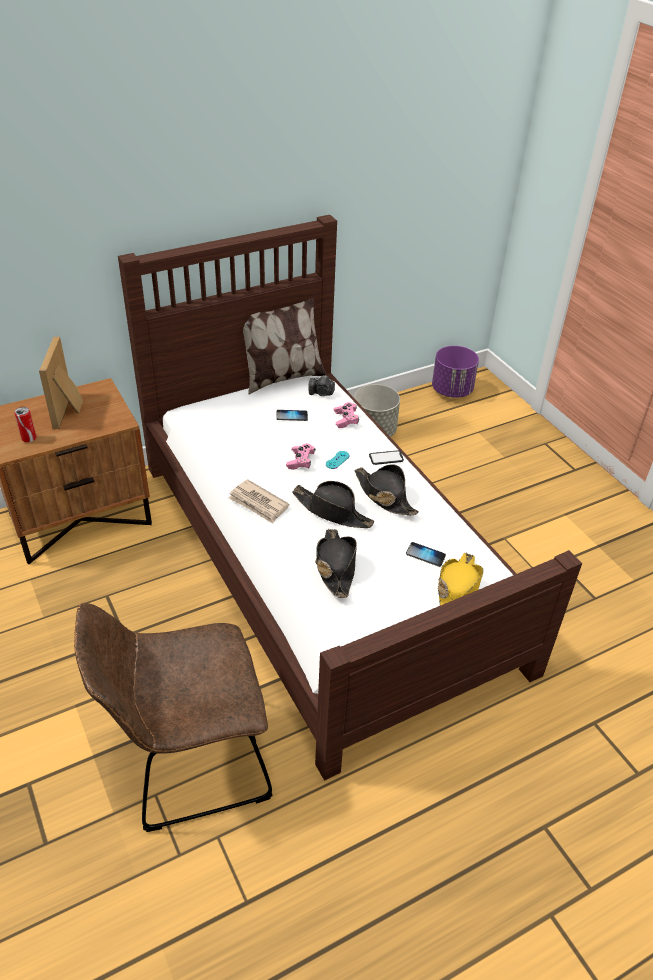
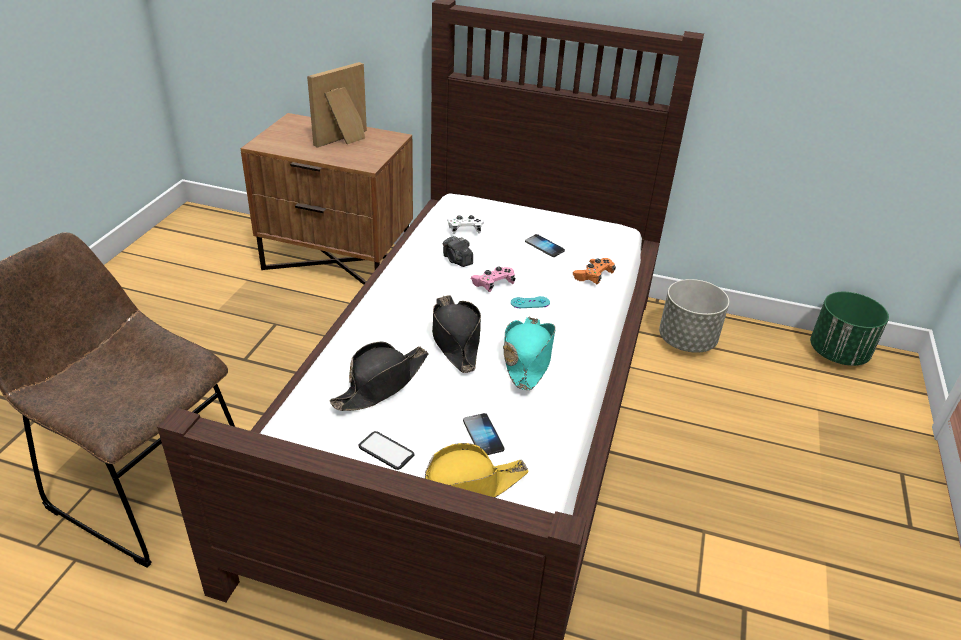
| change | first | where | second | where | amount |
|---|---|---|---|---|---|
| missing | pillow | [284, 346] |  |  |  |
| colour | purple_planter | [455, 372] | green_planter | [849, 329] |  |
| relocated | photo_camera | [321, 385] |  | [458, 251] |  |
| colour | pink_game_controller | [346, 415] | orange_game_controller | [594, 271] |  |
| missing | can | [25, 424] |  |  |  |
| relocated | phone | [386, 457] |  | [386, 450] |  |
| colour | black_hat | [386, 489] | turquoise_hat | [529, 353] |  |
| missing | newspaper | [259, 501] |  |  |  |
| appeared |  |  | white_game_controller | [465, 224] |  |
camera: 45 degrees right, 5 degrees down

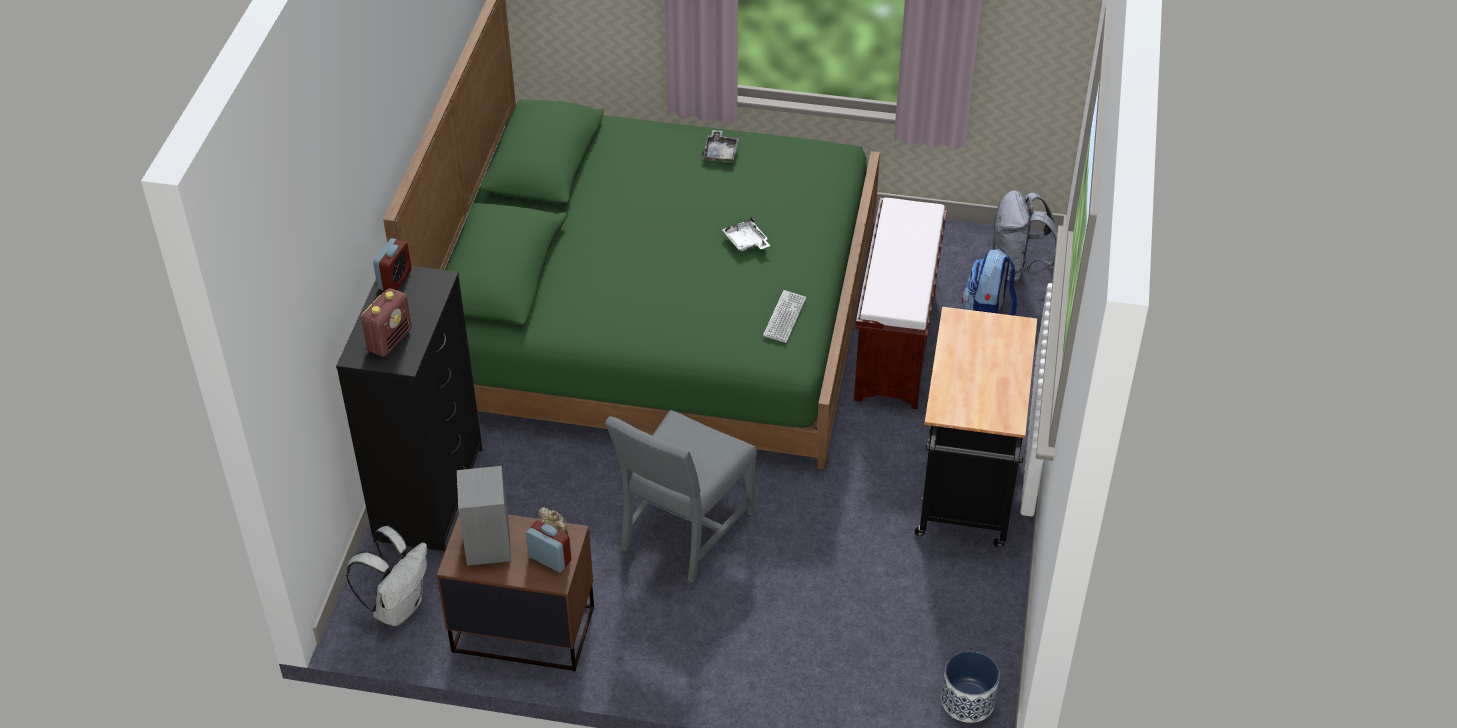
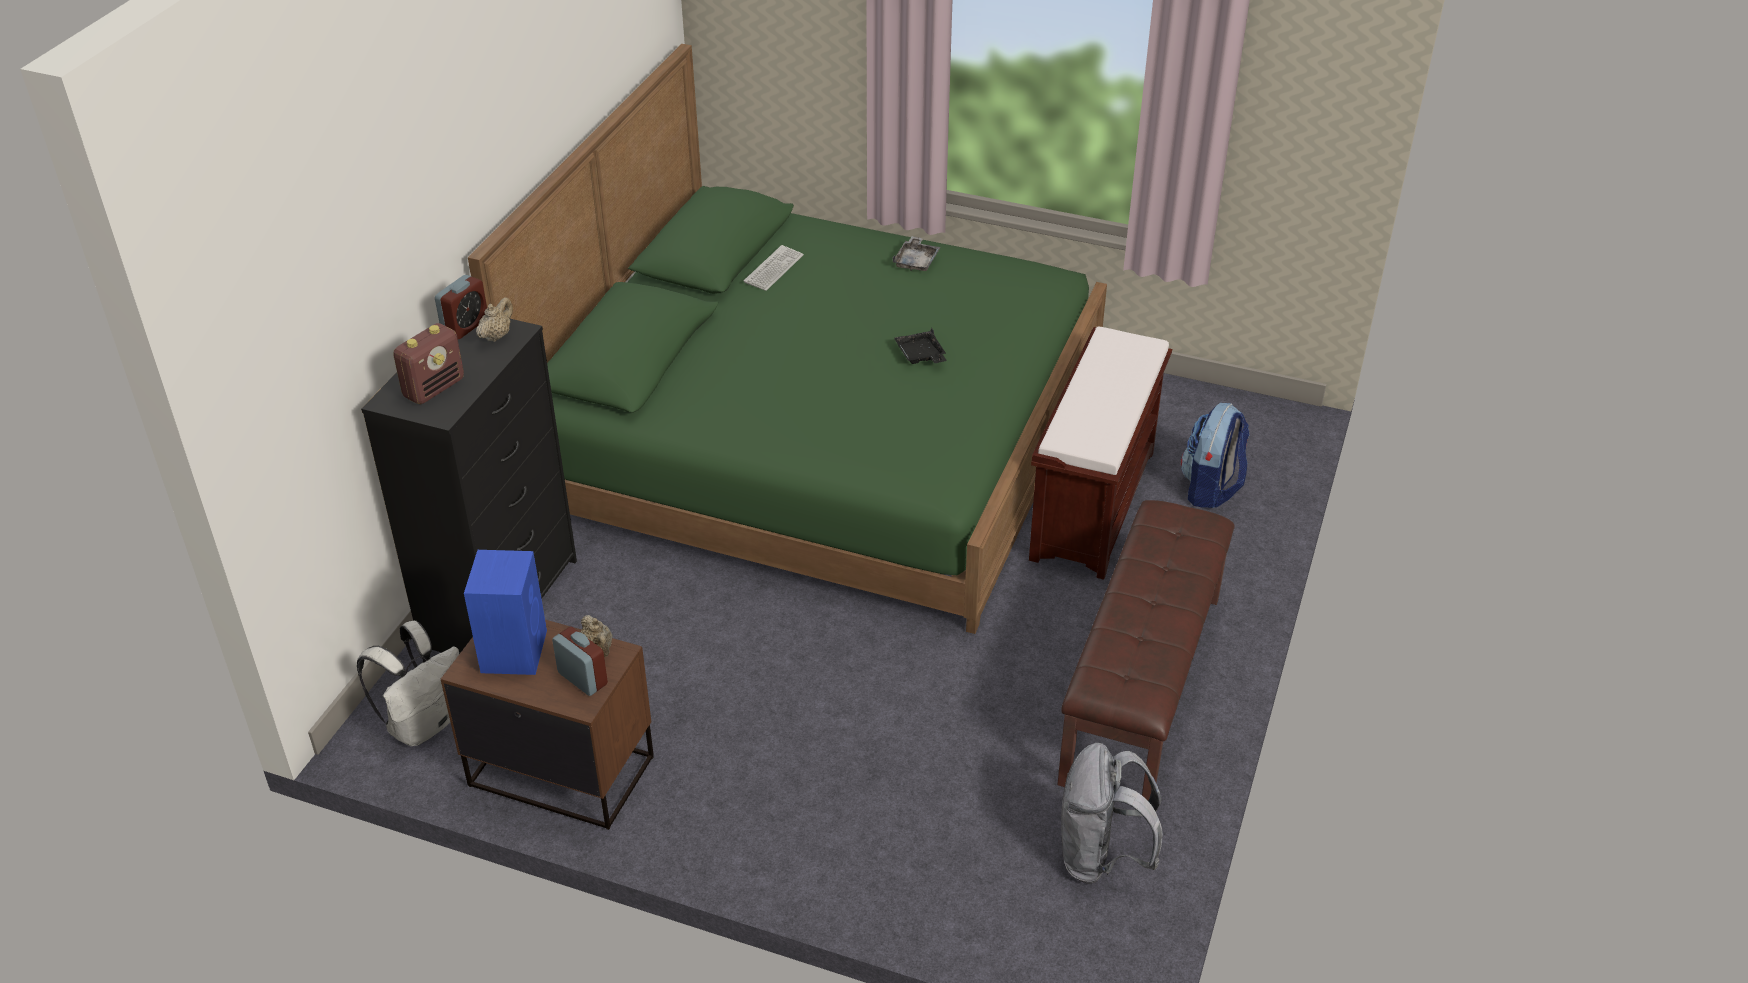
| change | first | where | second | where | amount |
|---|---|---|---|---|---|
| relocated | grey_backpack | [1024, 236] |  | [1112, 813] |  |
| colour | white_tray | [746, 234] | black_tray | [920, 346] |  |
| relocated | keyboard | [784, 316] |  | [774, 268] |  |
| exchanged | black_cart | [976, 427] | brown_bench | [1146, 650] |  |
| missing | grey_chair | [681, 496] |  |  |  |
| colour | grey_speaker | [484, 516] | blue_speaker | [505, 612] |  |
| missing | planter | [970, 687] |  |  |  |
| appeared |  |  | beige_teapot | [494, 319] |  |
camera: 10 degrees right, 5 degrees down

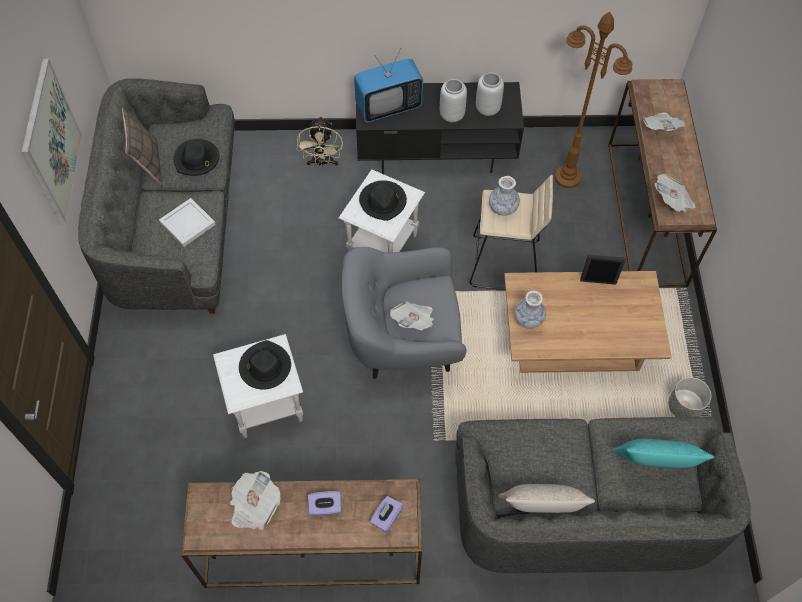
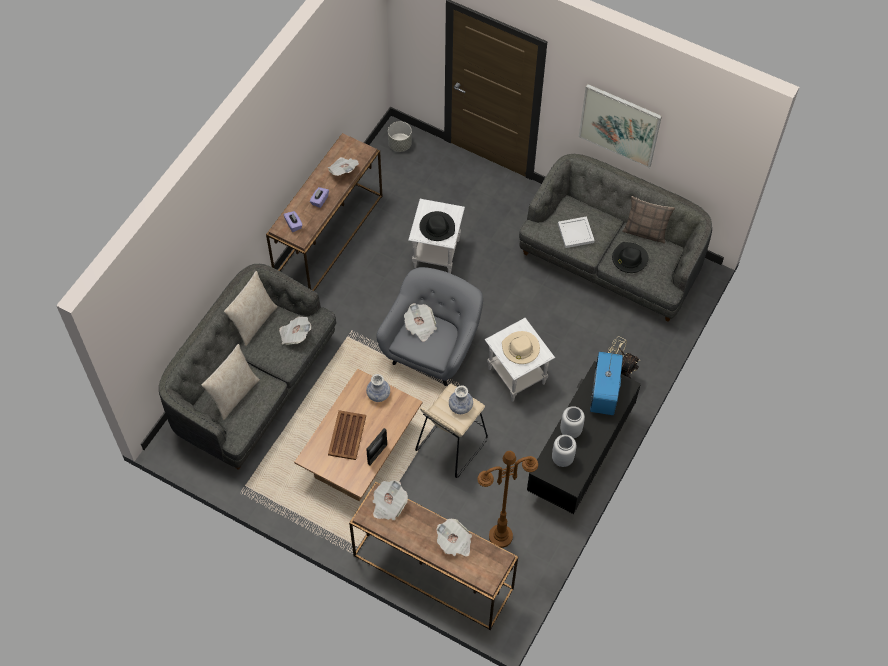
| change | first | where | second | where | amount |
|---|---|---|---|---|---|
| colour | black_hat | [383, 200] | beige_hat | [521, 347] |  |
| relocated | grey_planter | [689, 397] |  | [400, 136] |  |
| colour | turquoise_pillow | [662, 453] | beige_pillow | [230, 382] |  |
| appeared |  |  | newspaper | [295, 330] |  |
| appeared |  |  | brown_tray | [347, 435] |  |
camera: 120 degrees right, 0 degrees up

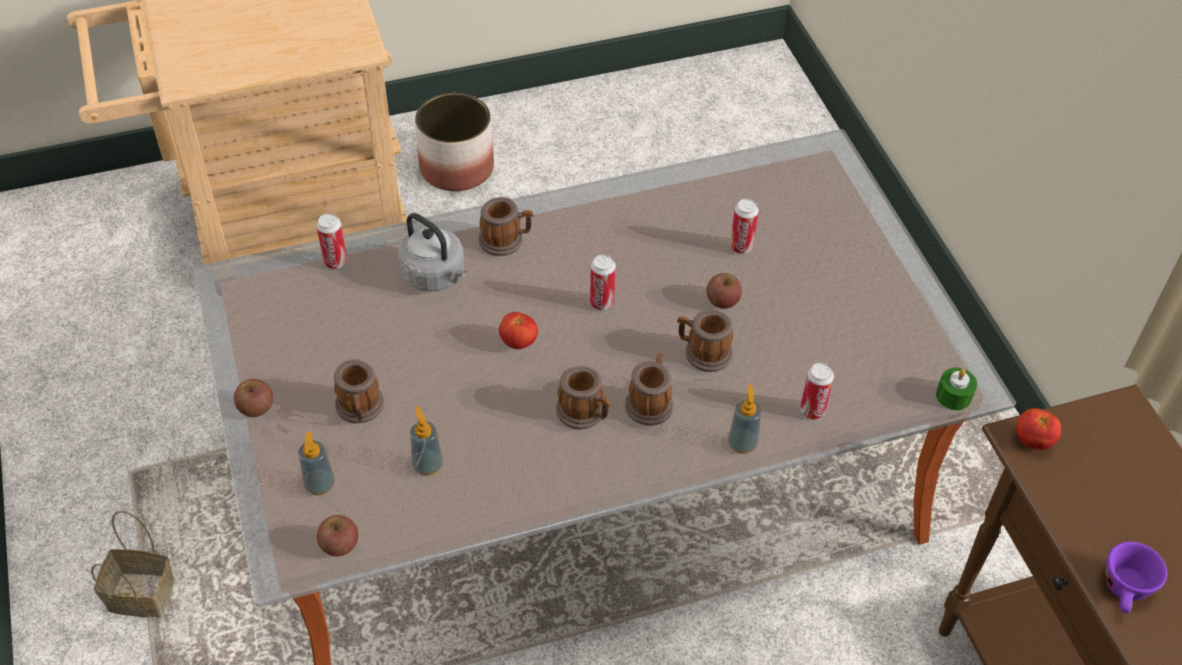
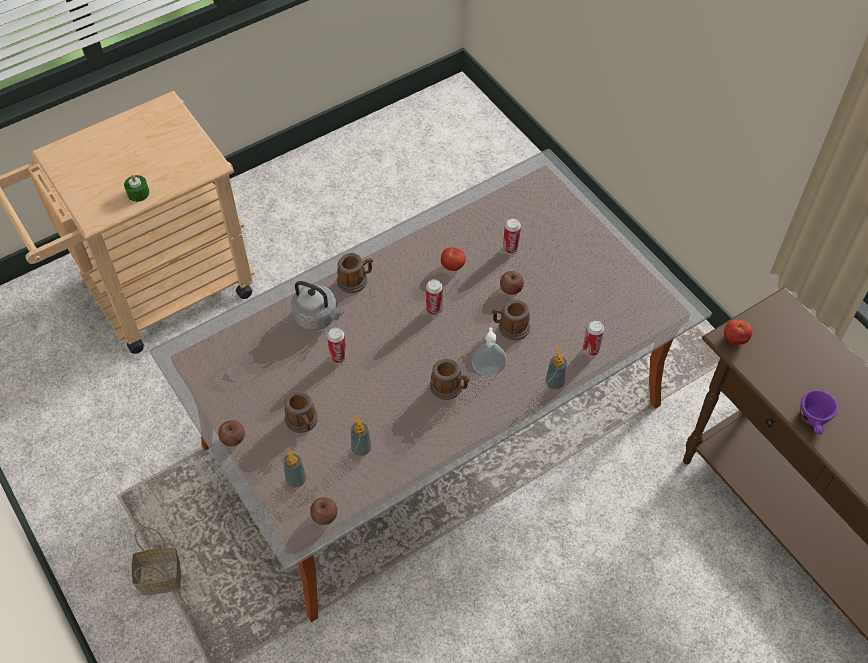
| change | first | where | second | where | amount |
|---|---|---|---|---|---|
| missing | planter | [454, 142] |  |  |  |
| relocated | can | [332, 241] |  | [337, 345] |  |
| relocated | tomato | [518, 330] |  | [453, 259] |  |
| exchanged | mug | [649, 389] | soap_dispenser | [489, 351] |  |
| relocated | green_candle | [956, 389] |  | [137, 188] |  |
camera: 15 degrees left, 5 degrees up

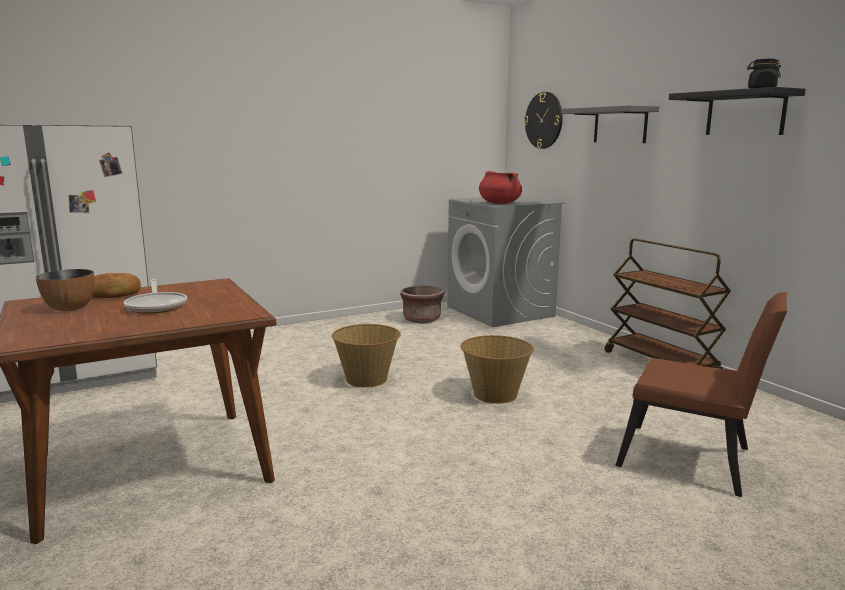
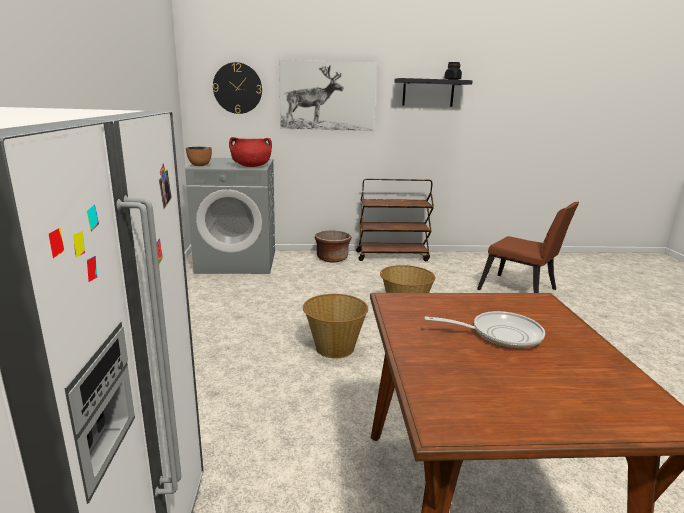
| change | first | where | second | where | amount |
|---|---|---|---|---|---|
| exchanged | grey_shelf | [610, 124] | picture | [328, 95] |  |
| relocated | bowl | [65, 290] |  | [199, 156] |  |
| missing | bread | [116, 285] |  |  |  |
| relocated | brown_planter | [422, 304] |  | [333, 246] |  |
| spun | brown_chair | [701, 394] |  | [528, 247] | 75 degrees clockwise |
camera: 65 degrees left, 5 degrees up

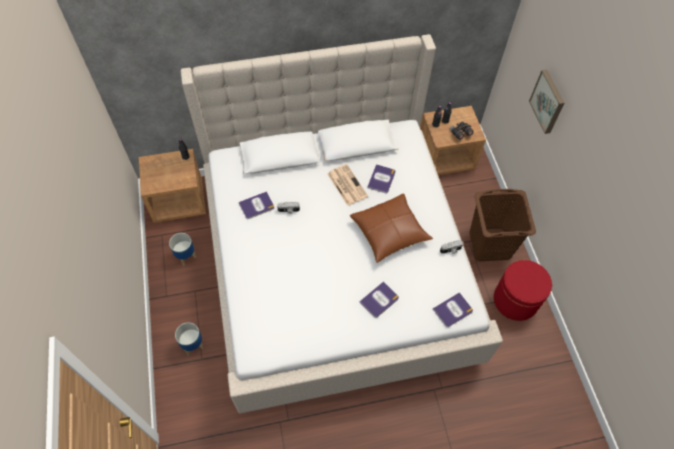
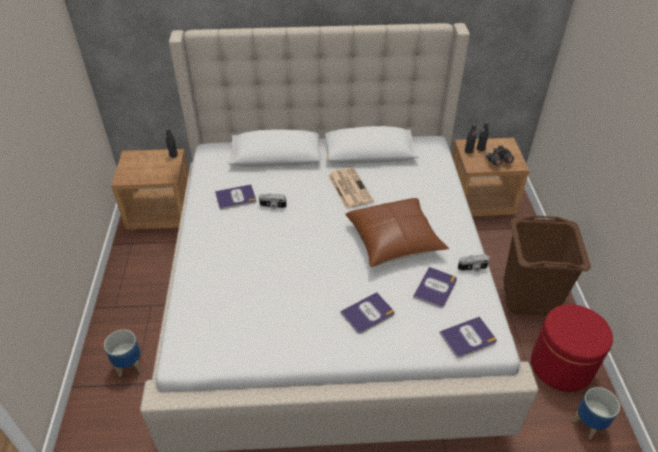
| change | first | where | second | where | amount |
|---|---|---|---|---|---|
| missing | picture | [547, 101] |  |  |  |
| relocated | book | [381, 178] |  | [435, 287] |  |
| relocated | planter | [183, 249] |  | [596, 413] |  |
camera: 10 degrees right, 15 degrees down

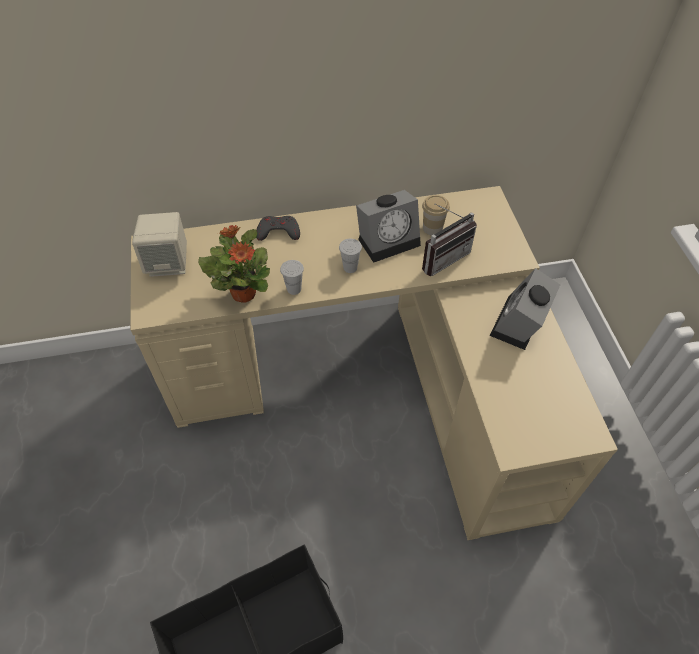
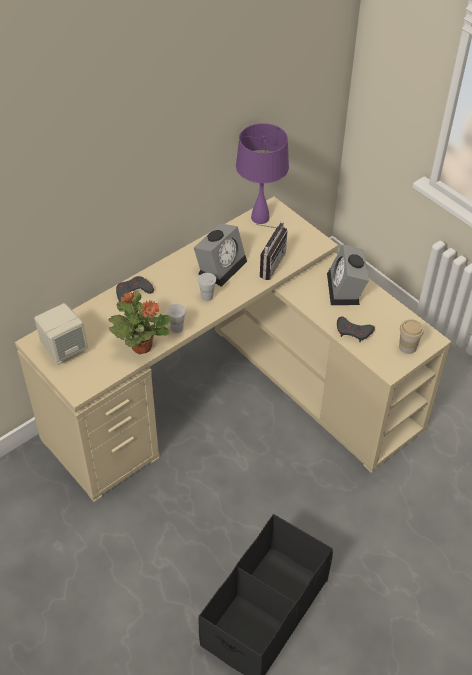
| change | first | where | second | where | amount |
|---|---|---|---|---|---|
| relocated | cup | [436, 215] |  | [411, 336] |  |
| appeared |  |  | purple_table_lamp | [262, 173] |  |
| appeared |  |  | grey_game_controller | [356, 329] |  |
camera: 30 degrees left, 5 degrees down

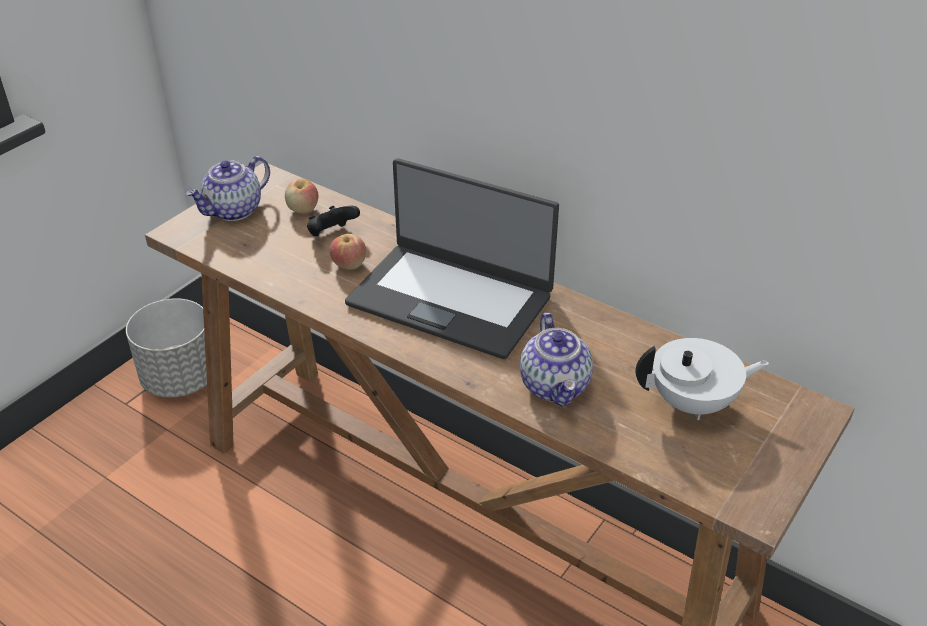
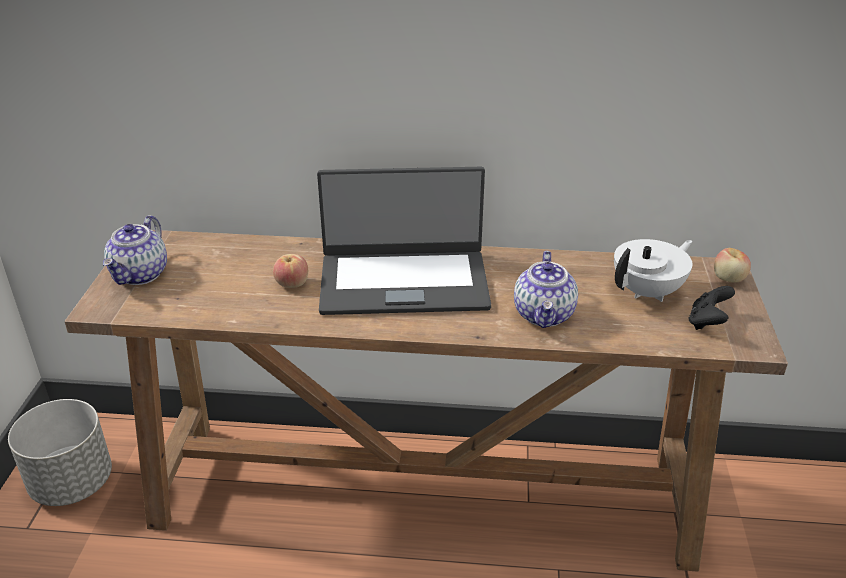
| change | first | where | second | where | amount |
|---|---|---|---|---|---|
| relocated | apple | [301, 196] |  | [732, 265] |  |
| relocated | black_game_controller | [333, 221] |  | [712, 308] |  |
| spun | teapot | [556, 360] |  | [546, 289] | 45 degrees clockwise |
camera: 30 degrees left, 5 degrees down

